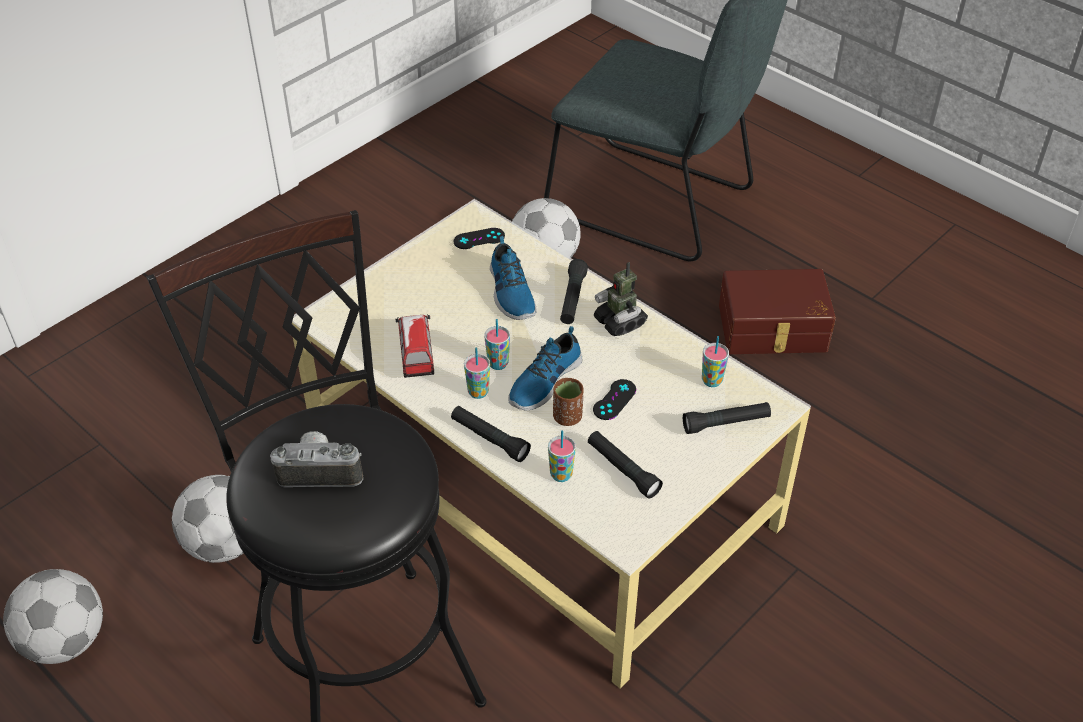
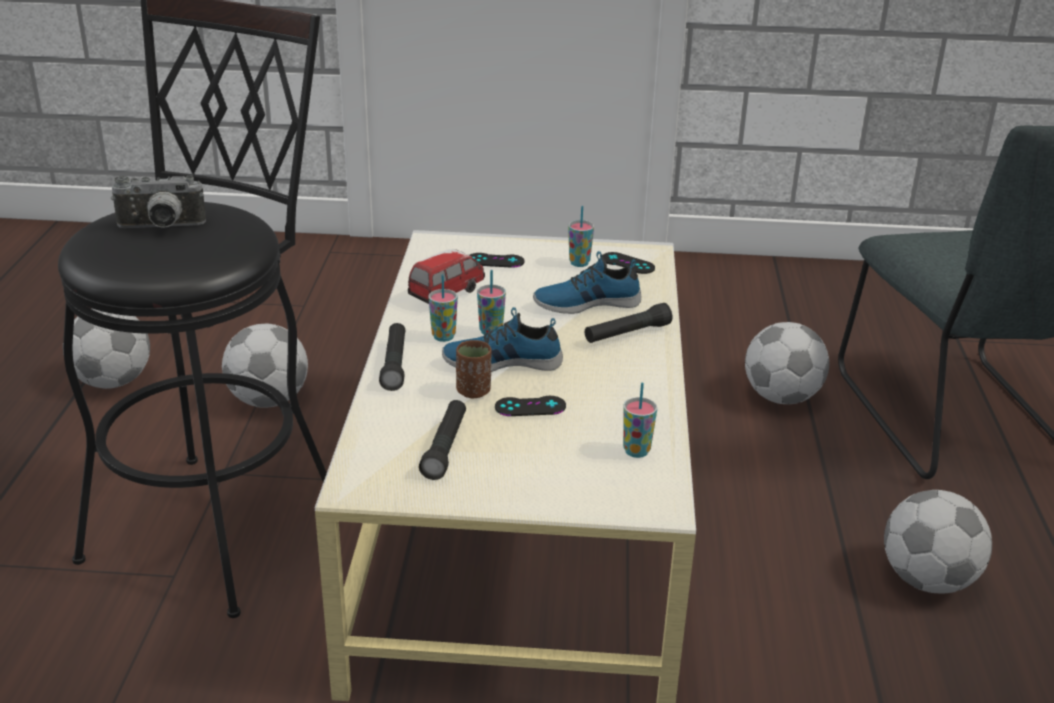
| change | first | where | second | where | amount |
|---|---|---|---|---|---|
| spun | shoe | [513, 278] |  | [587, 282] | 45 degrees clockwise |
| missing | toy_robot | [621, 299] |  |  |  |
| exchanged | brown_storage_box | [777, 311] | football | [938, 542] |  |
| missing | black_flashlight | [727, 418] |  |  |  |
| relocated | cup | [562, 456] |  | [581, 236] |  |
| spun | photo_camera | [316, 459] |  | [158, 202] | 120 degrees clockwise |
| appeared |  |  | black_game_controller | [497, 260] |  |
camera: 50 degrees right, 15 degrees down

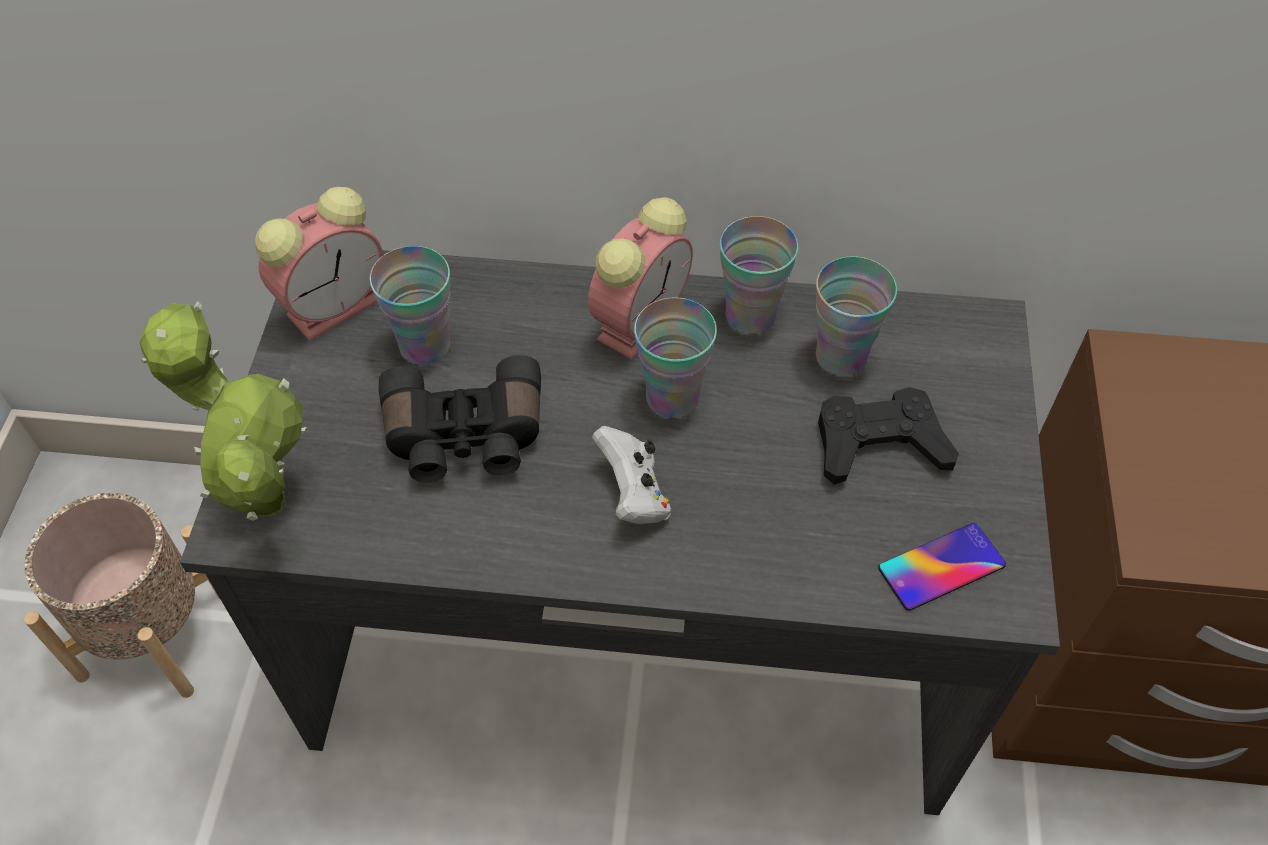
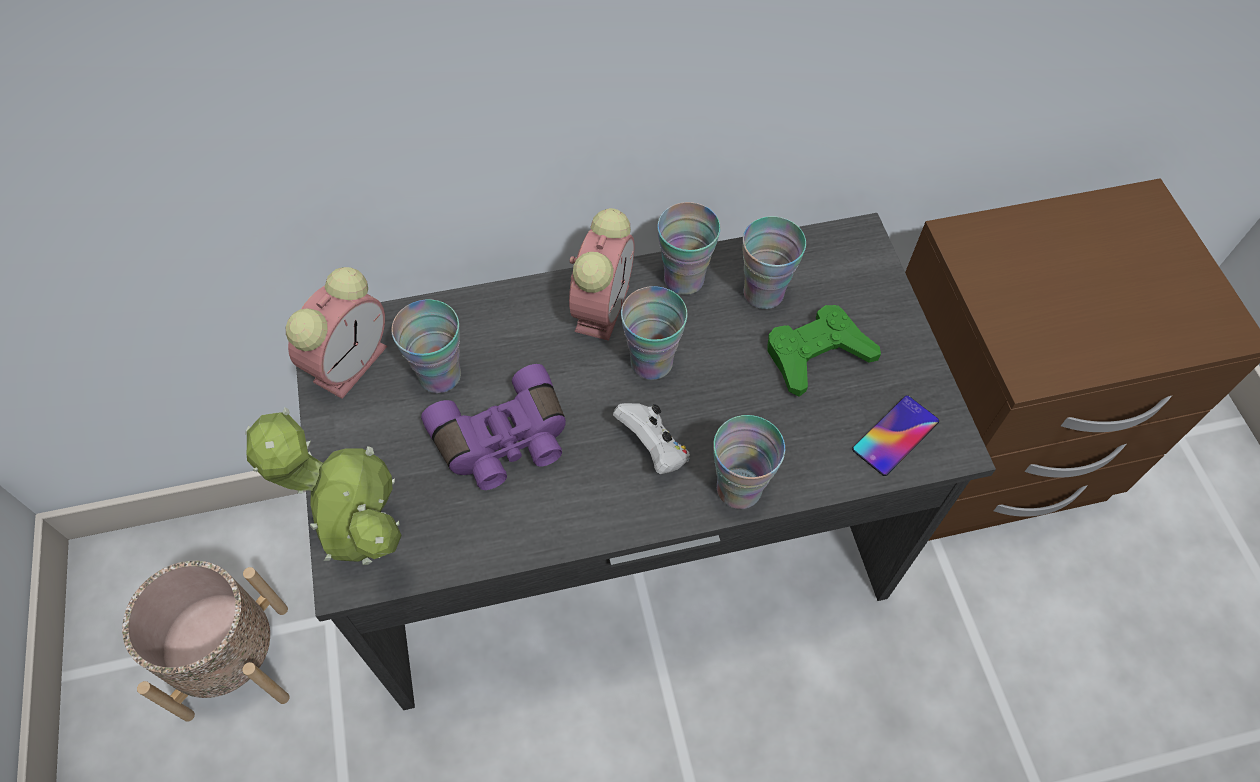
| change | first | where | second | where | amount |
|---|---|---|---|---|---|
| colour | black_binoculars | [460, 419] | purple_binoculars | [493, 427] |  |
| colour | black_game_controller | [888, 436] | green_game_controller | [824, 351] |  |
| appeared |  |  | cup | [749, 462] |  |
camera: 20 degrees left, 5 degrees up

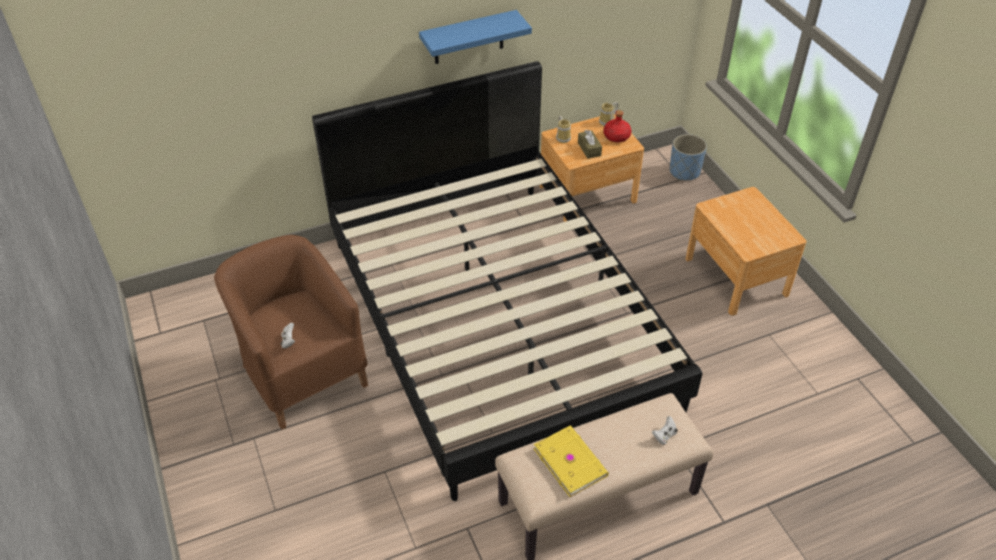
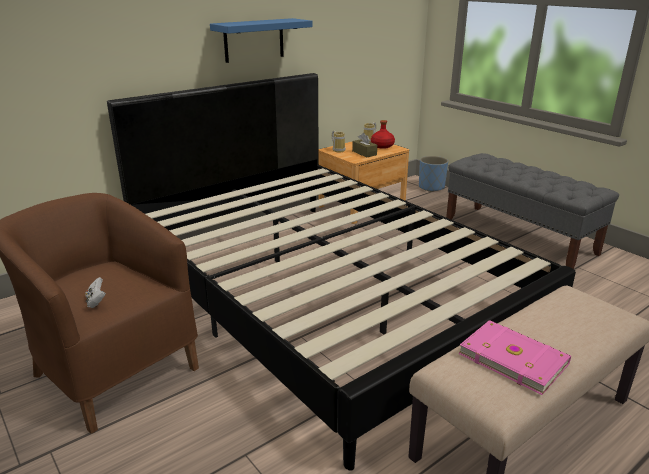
| change | first | where | second | where | amount |
|---|---|---|---|---|---|
| exchanged | brown_nightstand | [746, 251] | grey_bench | [532, 211] |  |
| missing | white_game_controller | [665, 430] |  |  |  |
| colour | yellow_book | [571, 461] | pink_book | [514, 357] |  |
camera: 15 degrees left, 20 degrees down

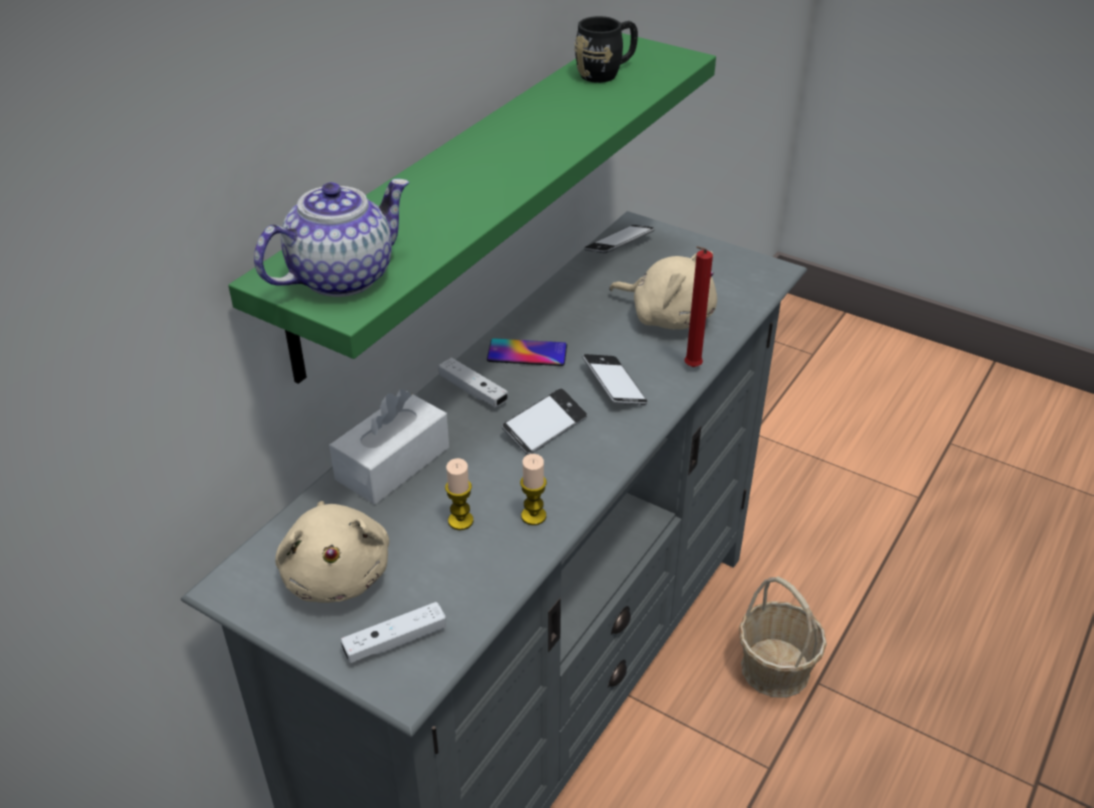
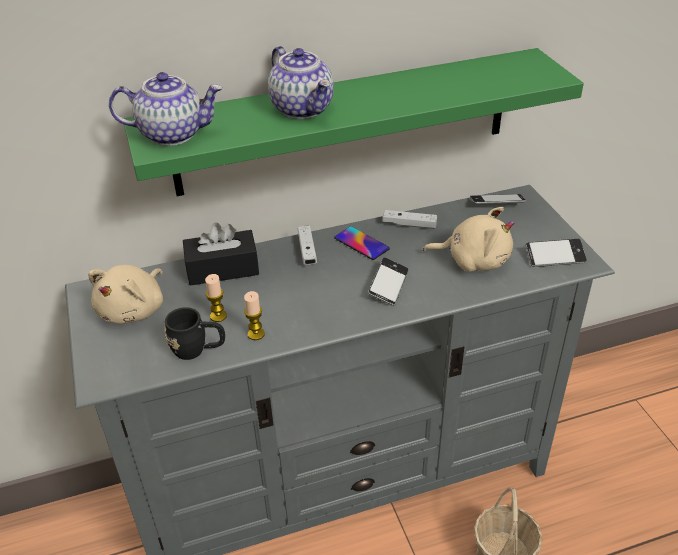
| change | first | where | second | where | amount |
|---|---|---|---|---|---|
| relocated | black_mug | [606, 49] |  | [194, 333] |  |
| missing | red_candle | [698, 306] |  |  |  |
| spun | beige_plush_toy | [663, 290] |  | [468, 239] | 60 degrees counterclockwise |
| relocated | phone | [544, 421] |  | [556, 253] |  |
| colour | white_tissue_box | [389, 446] | black_tissue_box | [221, 254] |  |
| relocated | white_game_controller | [393, 632] |  | [410, 219] |  |
| appeared |  |  | teapot | [301, 82] |  |
camera: 40 degrees right, 0 degrees up

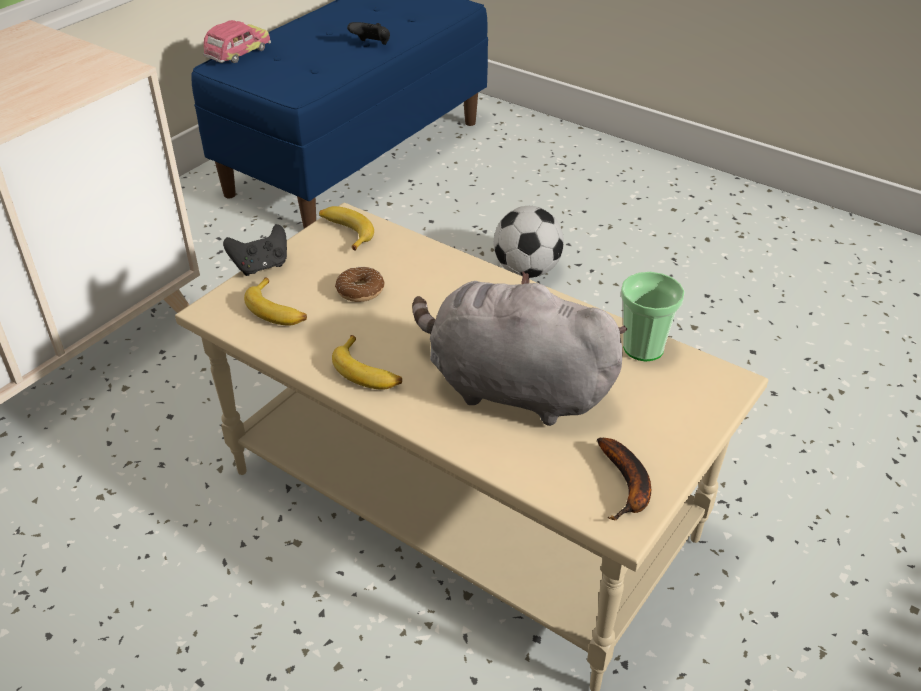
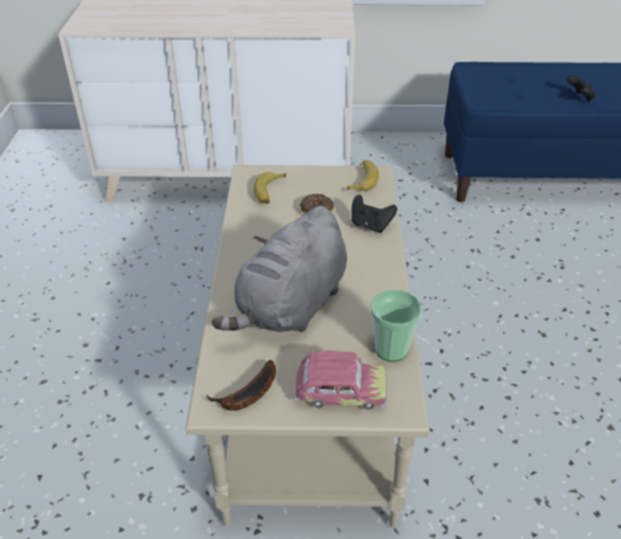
| change | first | where | second | where | amount |
|---|---|---|---|---|---|
| relocated | toy_car | [237, 41] |  | [340, 380] |  |
| missing | football | [529, 242] |  |  |  |
| relocated | black_game_controller | [255, 250] |  | [374, 214] |  |
| spun | grey_plush_toy | [519, 348] |  | [279, 269] | 135 degrees counterclockwise |
| missing | banana | [367, 362] |  |  |  |
camera: 55 degrees right, 0 degrees up

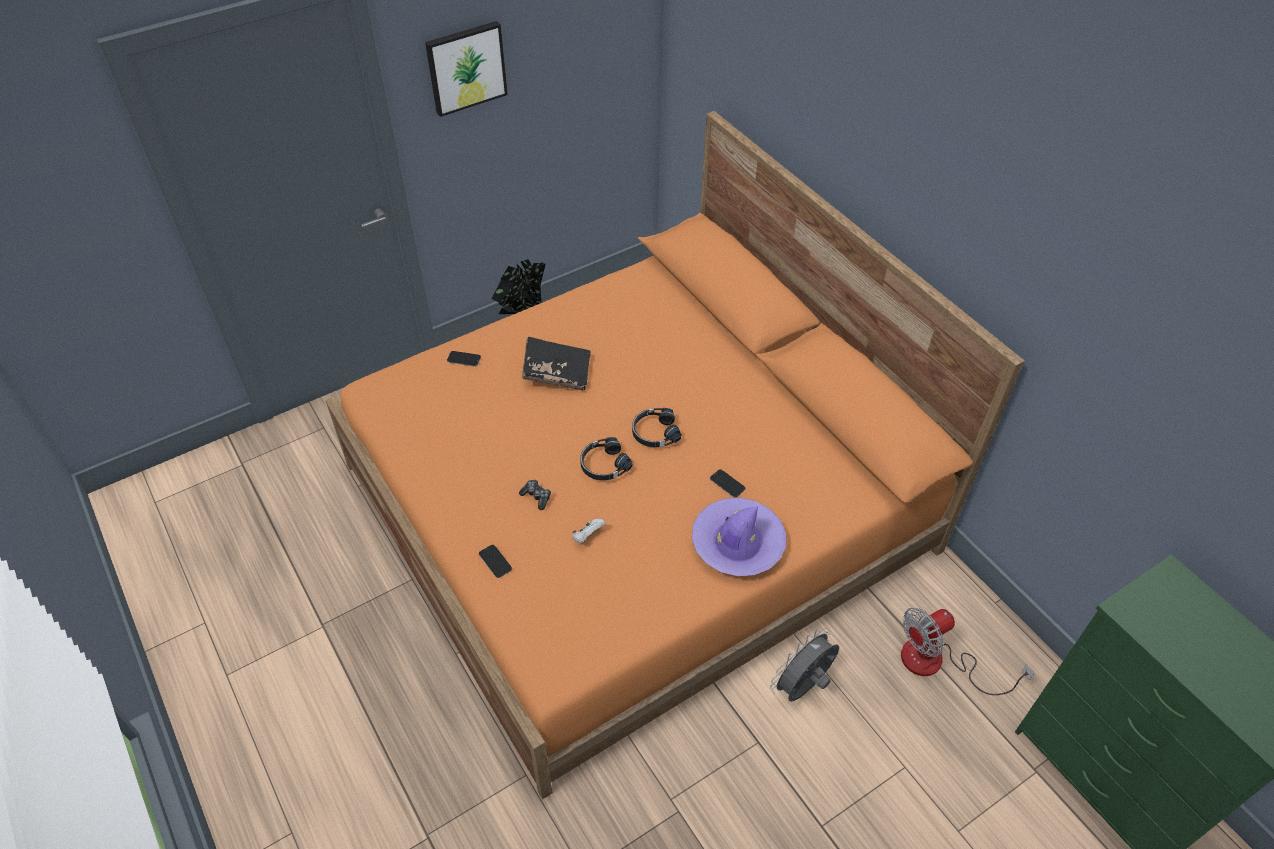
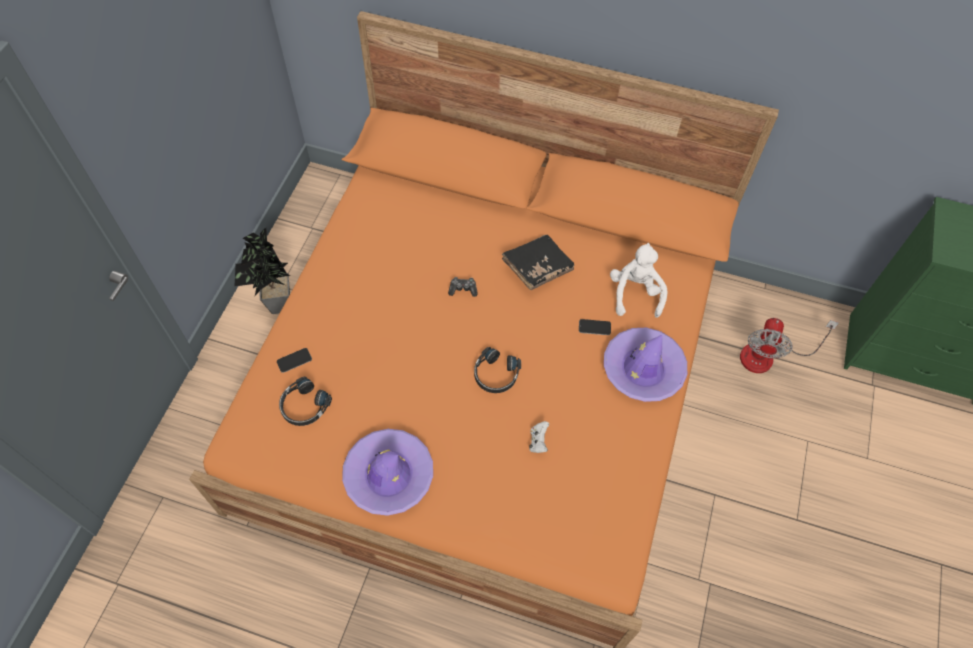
| change | first | where | second | where | amount |
|---|---|---|---|---|---|
| missing | picture | [466, 69] |  |  |  |
| relocated | black_book | [556, 364] |  | [538, 262] |  |
| relocated | black_headphones | [656, 427] |  | [305, 401] |  |
| relocated | game_controller | [535, 495] |  | [463, 287] |  |
| missing | phone | [495, 561] |  |  |  |
| missing | grey_fan | [804, 665] |  |  |  |
| appeared |  |  | white_plush_toy | [639, 280] |  |
| appeared |  |  | purple_hat | [387, 472] |  |
camera: 40 degrees left, 10 degrees up

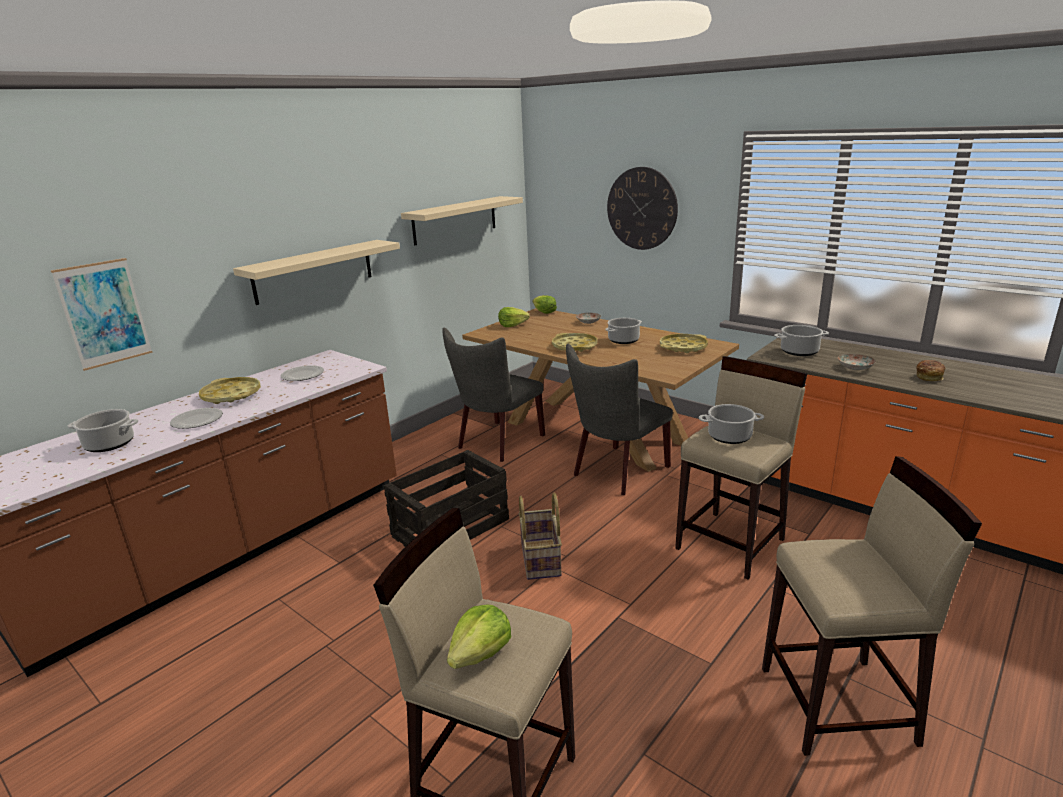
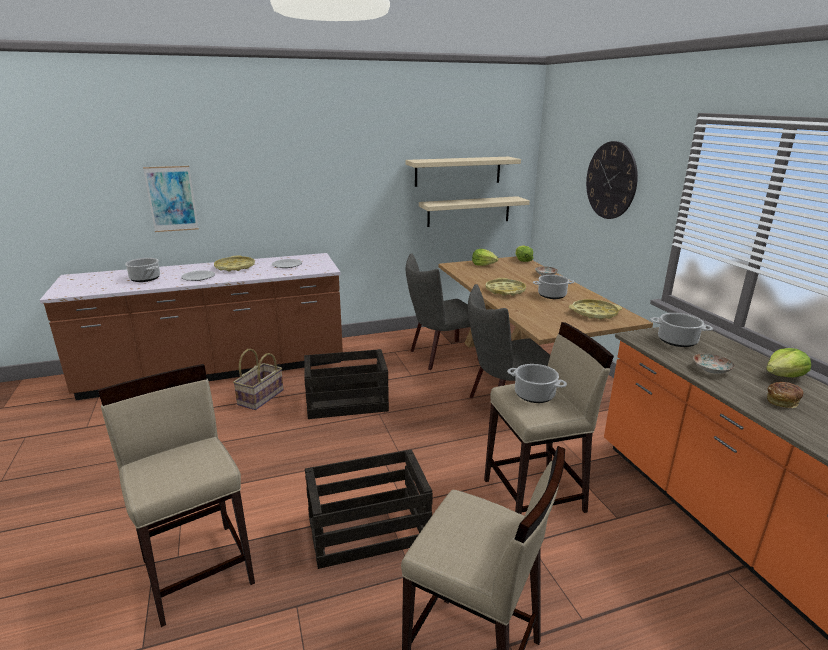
| change | first | where | second | where | amount |
|---|---|---|---|---|---|
| relocated | beige_shelf | [316, 272] |  | [474, 211] |  |
| relocated | basket | [540, 536] |  | [258, 379] |  |
| relocated | lettuce | [479, 637] |  | [788, 362] |  |
| appeared |  |  | crate | [369, 509] |  |
camera: 30 degrees right, 0 degrees up

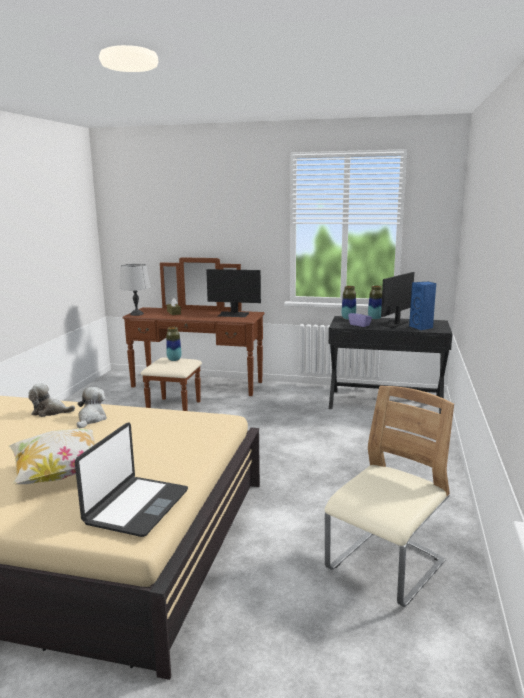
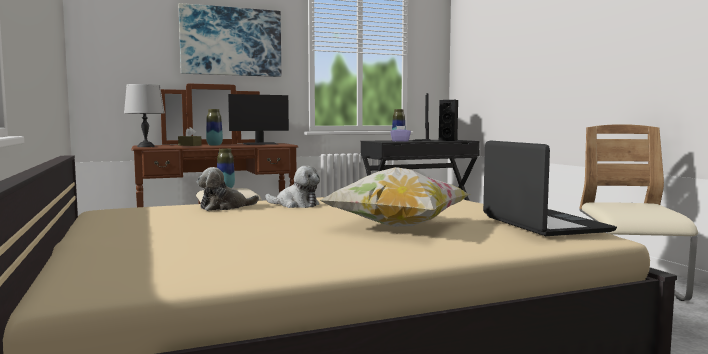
| change | first | where | second | where | amount |
|---|---|---|---|---|---|
| colour | blue_speaker | [422, 306] | black_speaker | [448, 120] |  |
| relocated | vase | [348, 303] |  | [214, 127] |  |
| spun | plush_toy | [91, 408] |  | [292, 187] | 135 degrees clockwise |
| appeared |  |  | picture | [230, 40] |  |
camera: 35 degrees left, 10 degrees down

